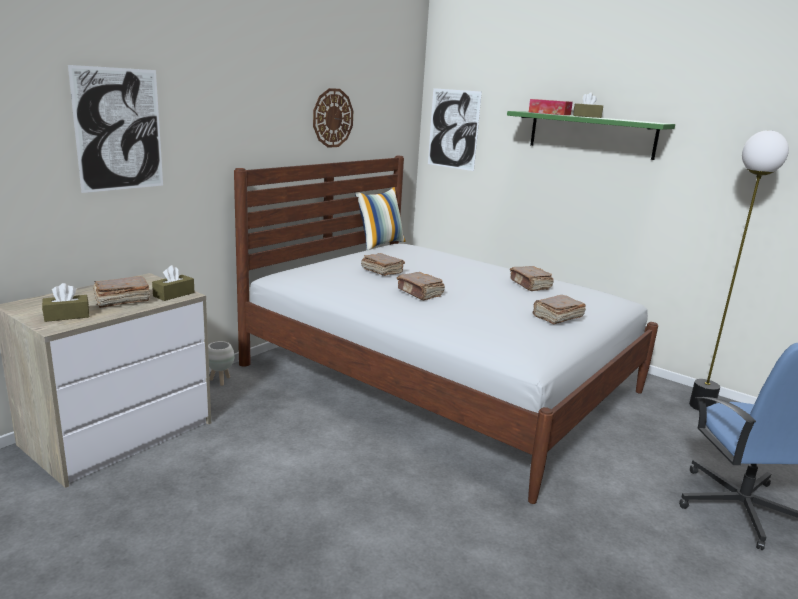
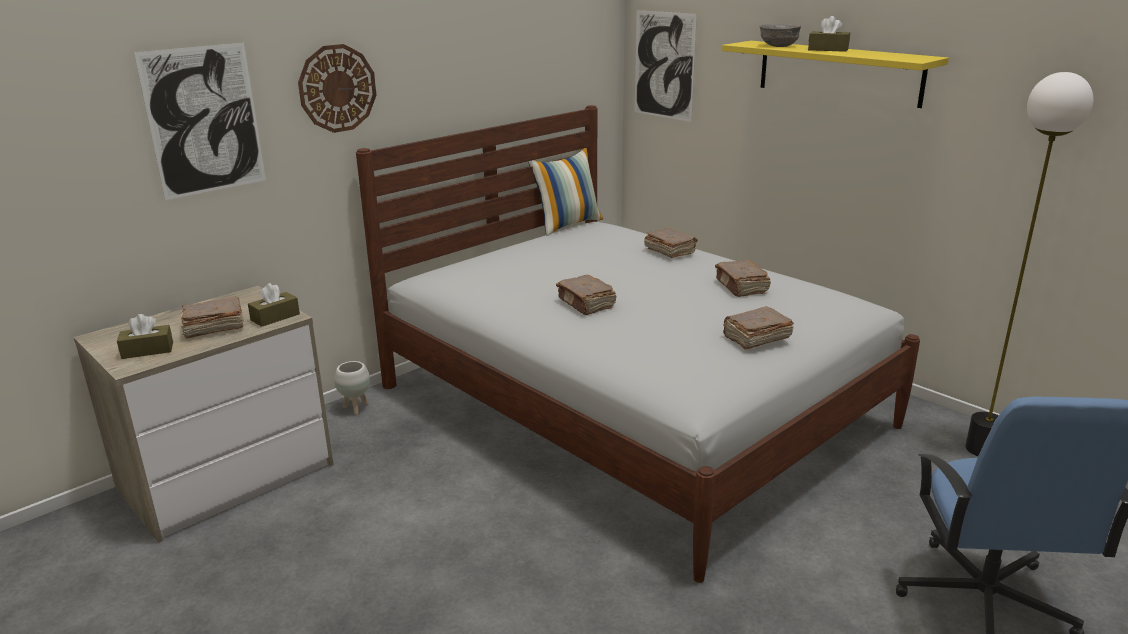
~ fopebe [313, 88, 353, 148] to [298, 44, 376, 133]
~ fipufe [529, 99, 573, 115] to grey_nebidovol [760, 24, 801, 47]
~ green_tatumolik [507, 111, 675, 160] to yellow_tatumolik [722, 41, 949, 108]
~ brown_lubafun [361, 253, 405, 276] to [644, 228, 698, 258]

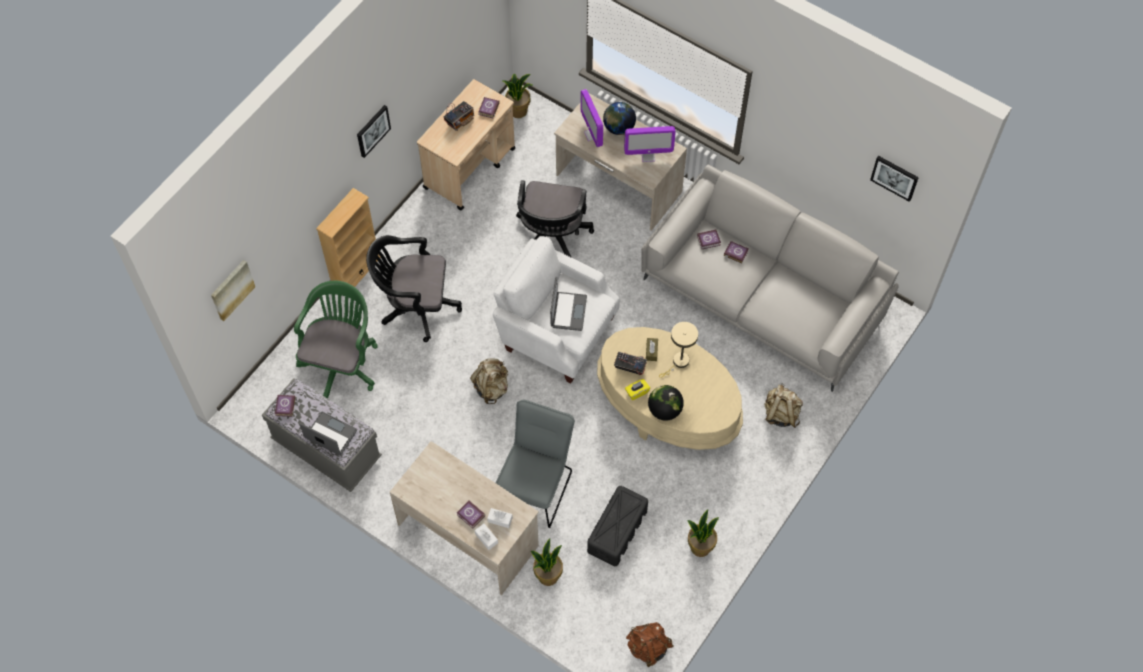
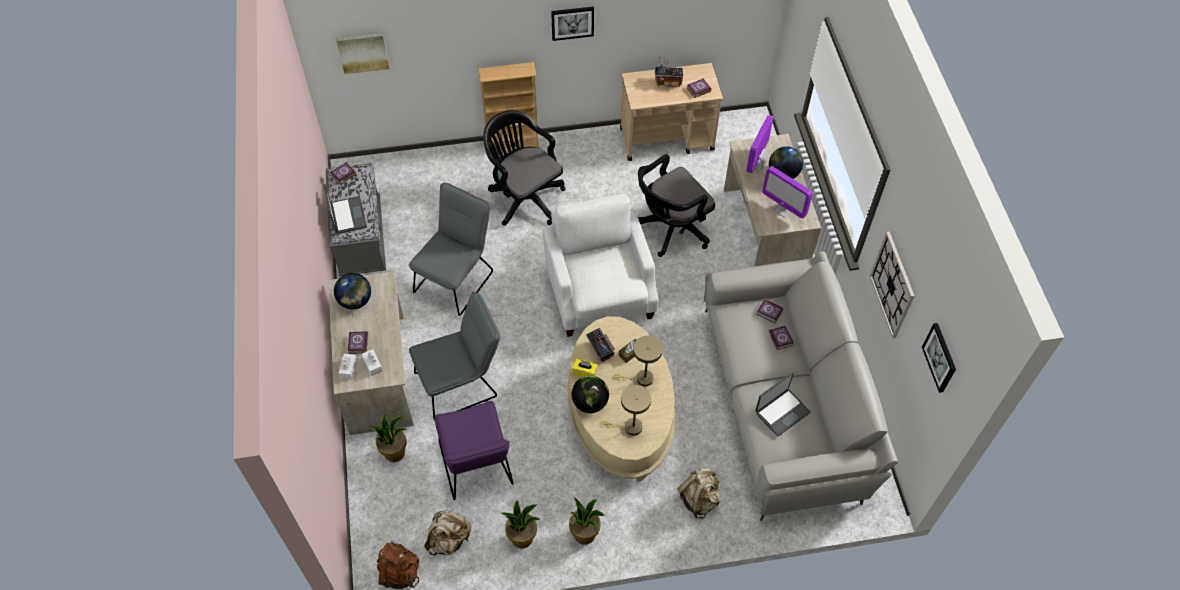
~ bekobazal [502, 74, 534, 118] to [569, 497, 605, 545]
~ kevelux [550, 277, 587, 331] to [755, 372, 811, 436]
- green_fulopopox [294, 280, 378, 399]
~ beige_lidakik [470, 358, 508, 404] to [425, 509, 471, 556]
~ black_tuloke [587, 486, 648, 566] to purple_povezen [434, 401, 514, 500]
+ grey_povezen [409, 183, 493, 316]
+ fopebe [870, 231, 915, 338]
+ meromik [334, 273, 371, 309]
+ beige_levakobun [602, 385, 651, 436]

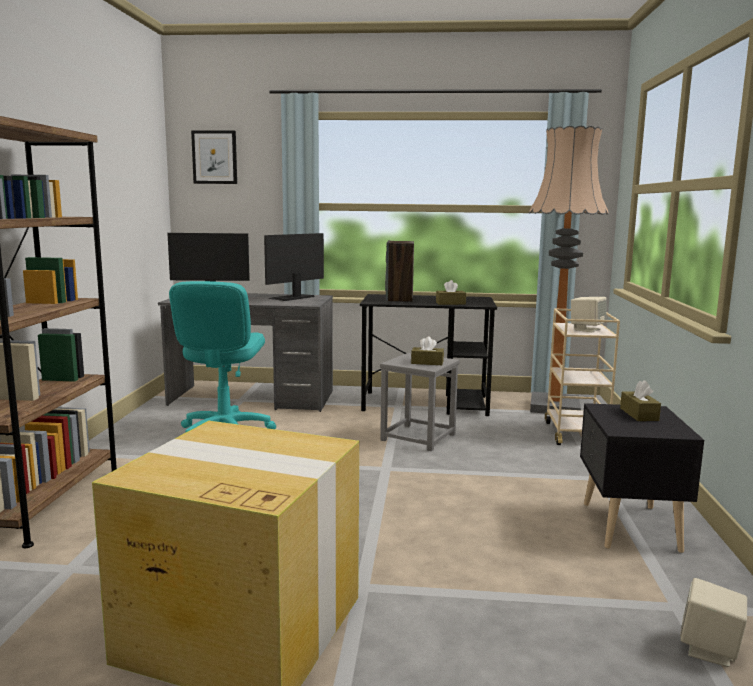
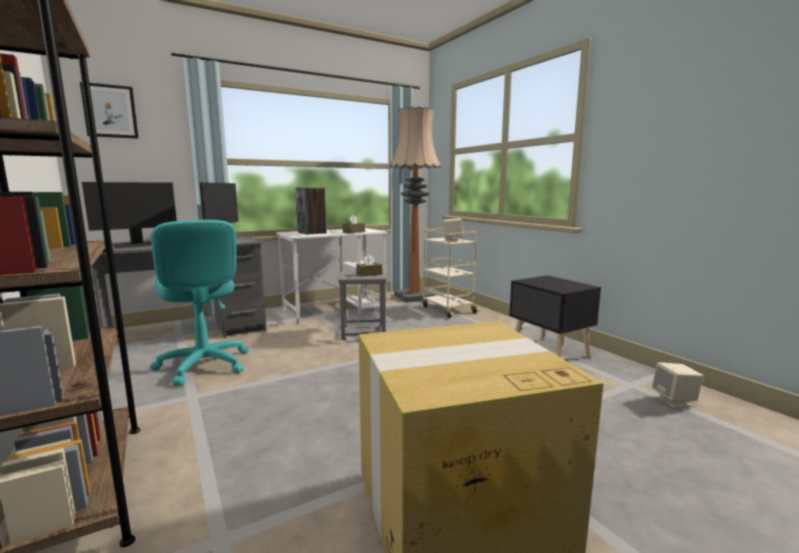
~ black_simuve [360, 294, 497, 416] to white_simuve [276, 228, 388, 324]
- brown_fipufe [620, 380, 661, 421]

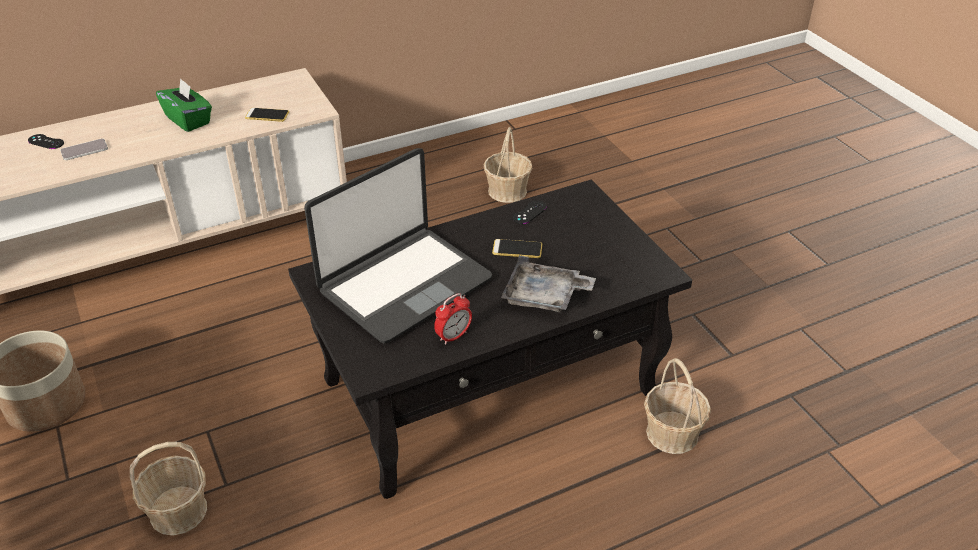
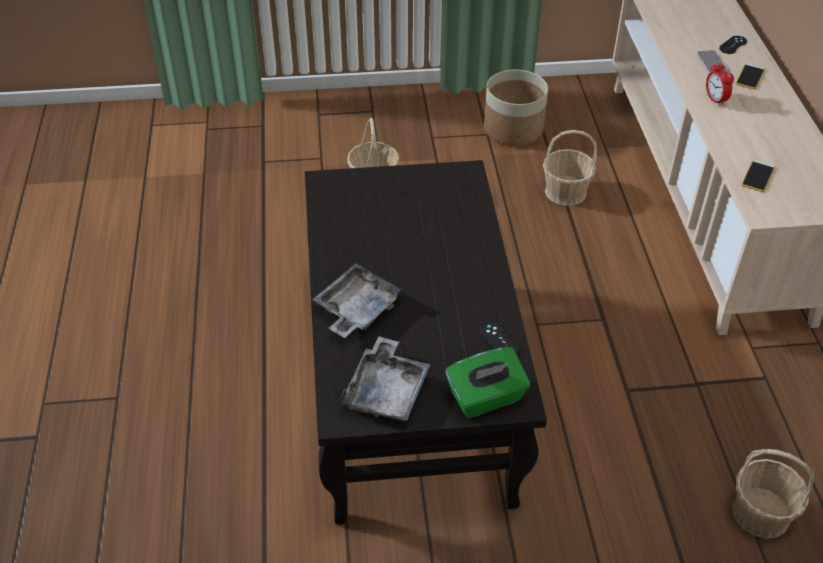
~ green_fipufe [156, 78, 212, 132] to [445, 347, 530, 418]
- kevelux [304, 148, 492, 344]
~ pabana [492, 239, 542, 258] to [736, 63, 765, 89]
~ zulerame [434, 293, 472, 345] to [706, 61, 734, 106]
~ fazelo [644, 358, 711, 454] to [543, 130, 597, 206]
+ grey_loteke [340, 336, 430, 421]

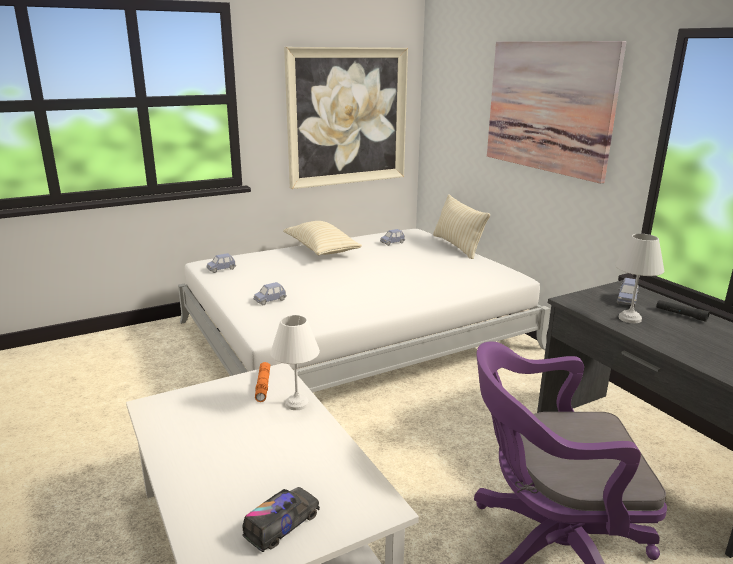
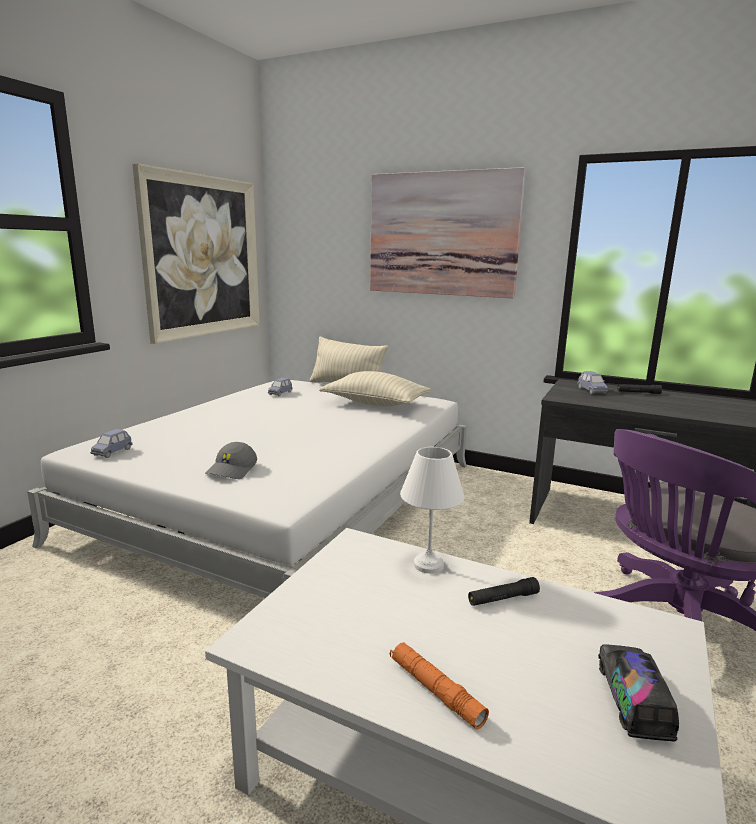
~ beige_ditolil [283, 221, 362, 255] to [319, 371, 431, 407]
- white_levakobun [615, 234, 664, 323]
~ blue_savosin [253, 282, 287, 305] to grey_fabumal [206, 442, 257, 479]
~ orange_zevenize [255, 362, 270, 402] to [390, 642, 489, 730]
+ black_zevenize [468, 577, 540, 606]

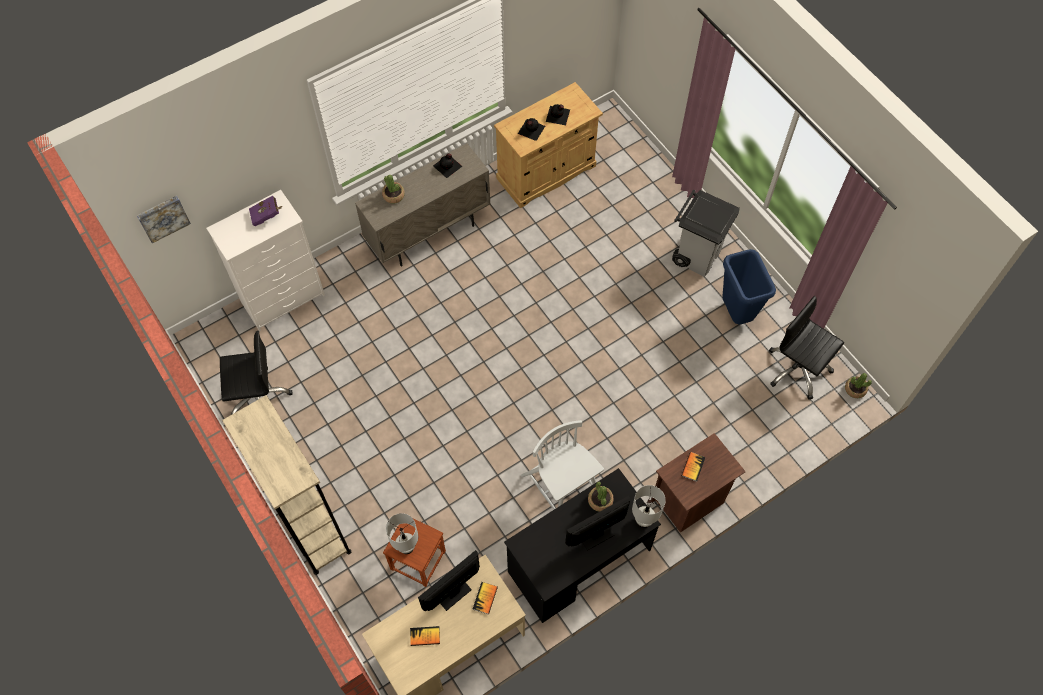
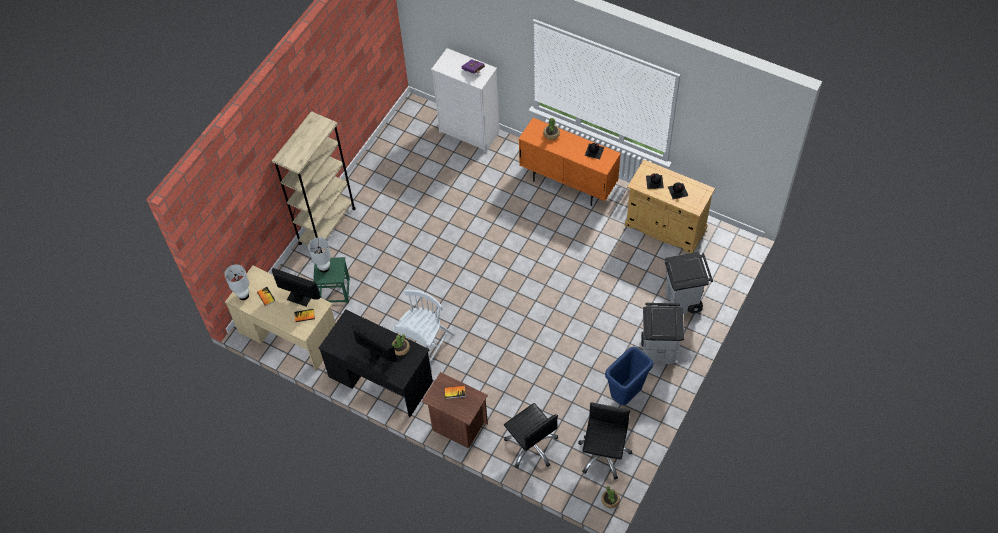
~ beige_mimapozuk [355, 143, 491, 266] to orange_mimapozuk [519, 118, 621, 206]
- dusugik [137, 196, 191, 244]
~ black_fulopopox [220, 331, 293, 415] to [504, 403, 558, 468]
~ white_levakobun [632, 485, 666, 528] to [224, 264, 249, 300]
~ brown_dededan [383, 518, 446, 587] to green_dededan [313, 257, 350, 303]
+ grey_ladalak [665, 252, 713, 314]

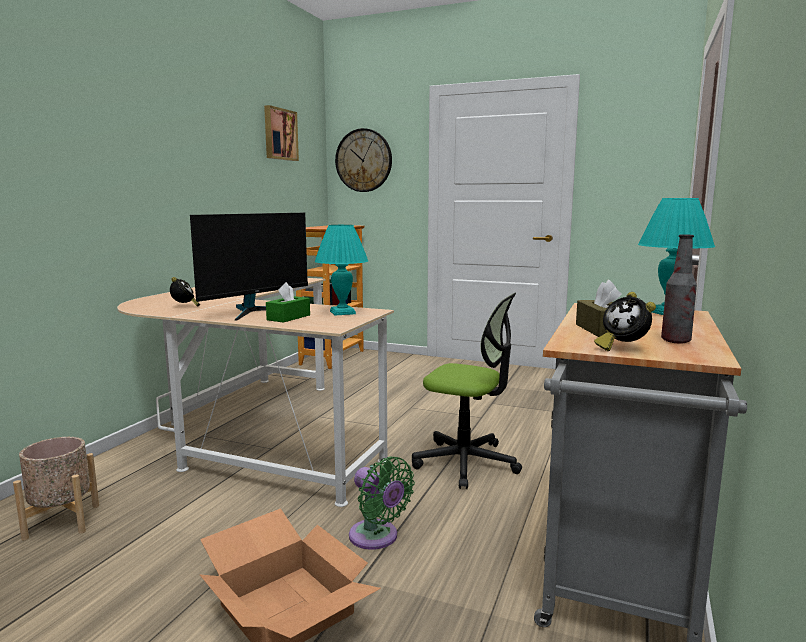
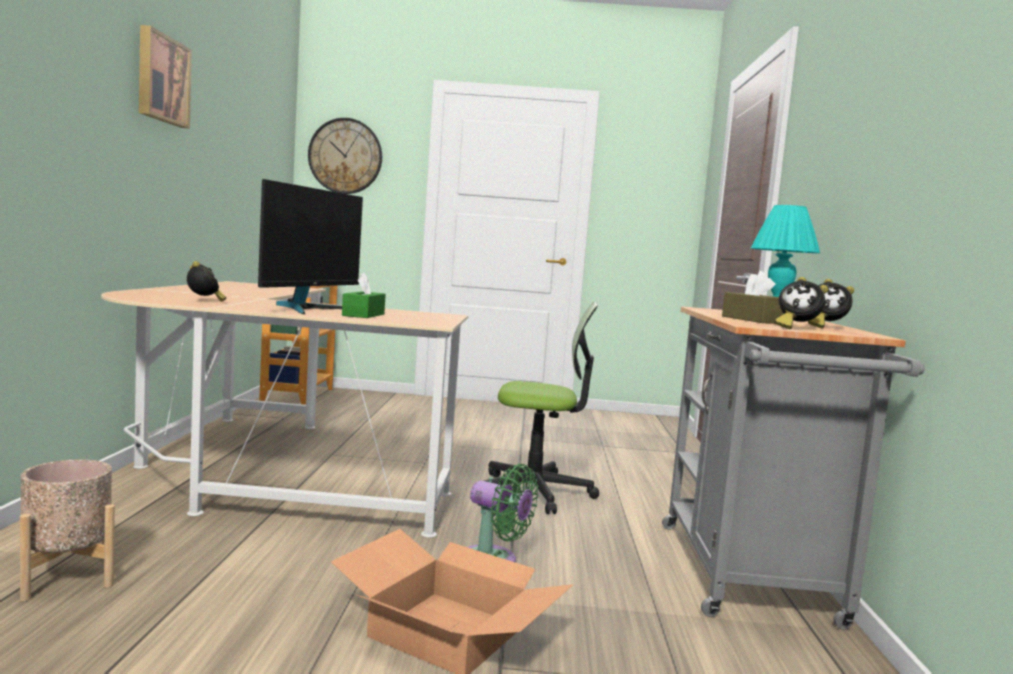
~ dusugik [264, 105, 299, 161] to [139, 25, 192, 129]
- turquoise_levakobun [315, 225, 368, 316]
~ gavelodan [661, 234, 697, 343] to zulerame [808, 279, 854, 328]

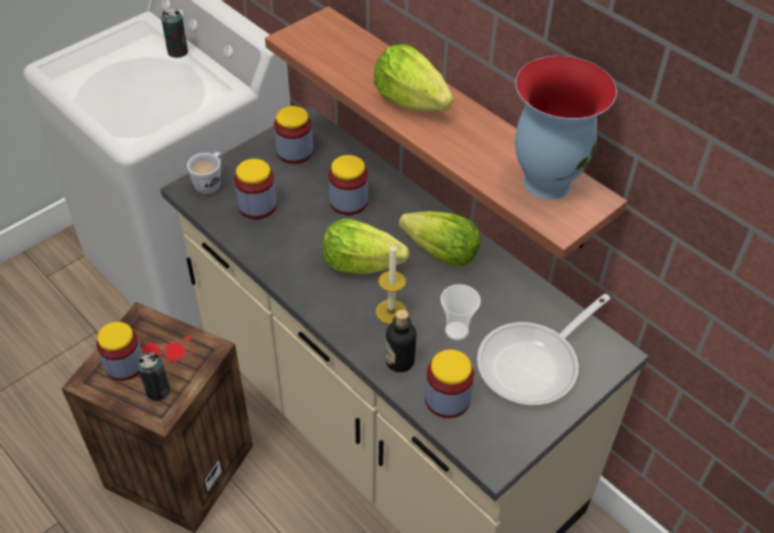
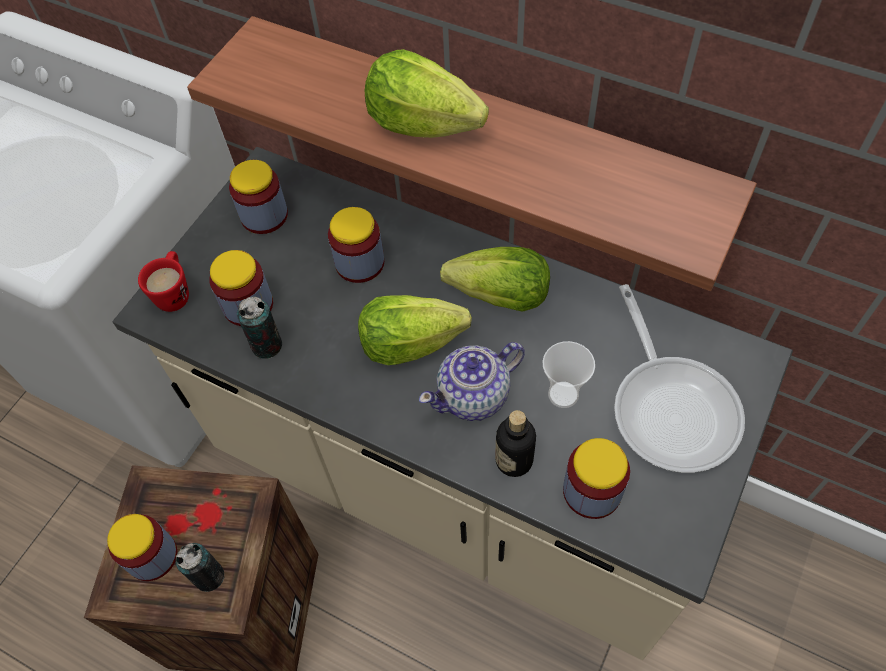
~ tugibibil [161, 8, 188, 58] to [237, 297, 282, 359]
- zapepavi [515, 56, 617, 200]
~ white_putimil [187, 152, 222, 194] to red_putimil [138, 251, 189, 312]
~ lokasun [376, 243, 407, 324] to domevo [419, 342, 525, 421]
~ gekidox [477, 294, 611, 405] = [614, 284, 745, 473] 45 degrees counterclockwise

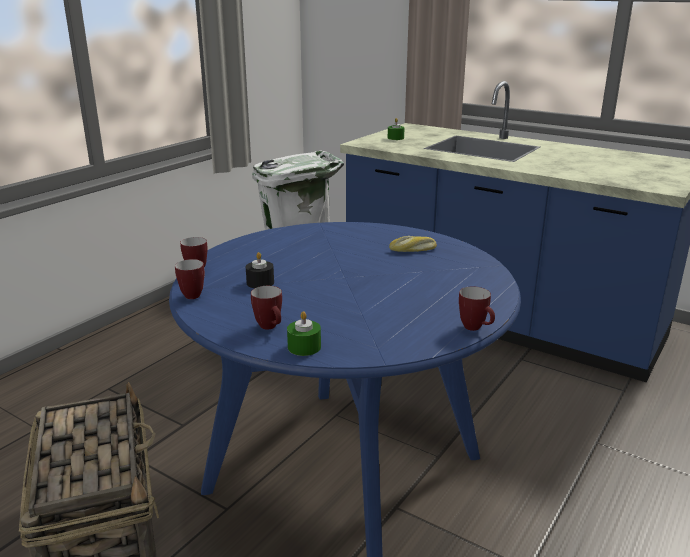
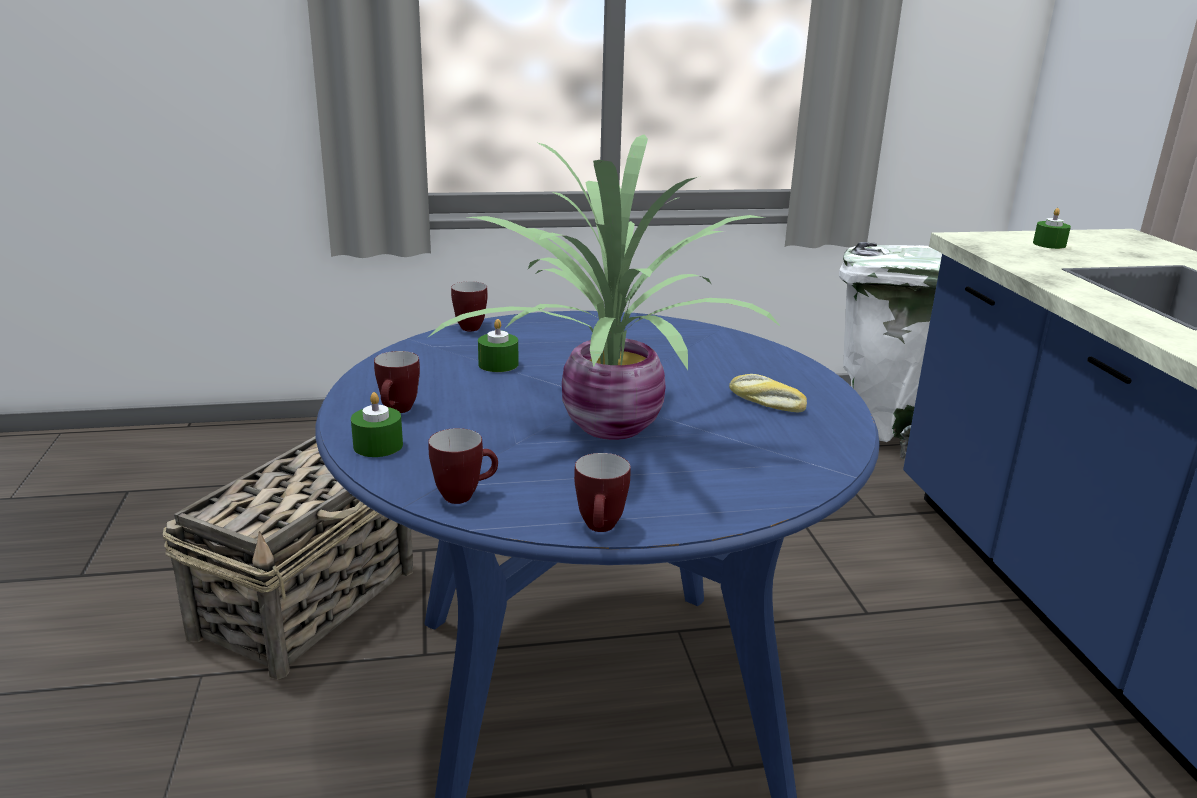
~ black_lokasun [246, 252, 274, 288] to green_lokasun [478, 319, 519, 372]
~ putimil [175, 259, 205, 299] to [428, 428, 498, 504]
+ bekobazal [430, 134, 781, 440]

